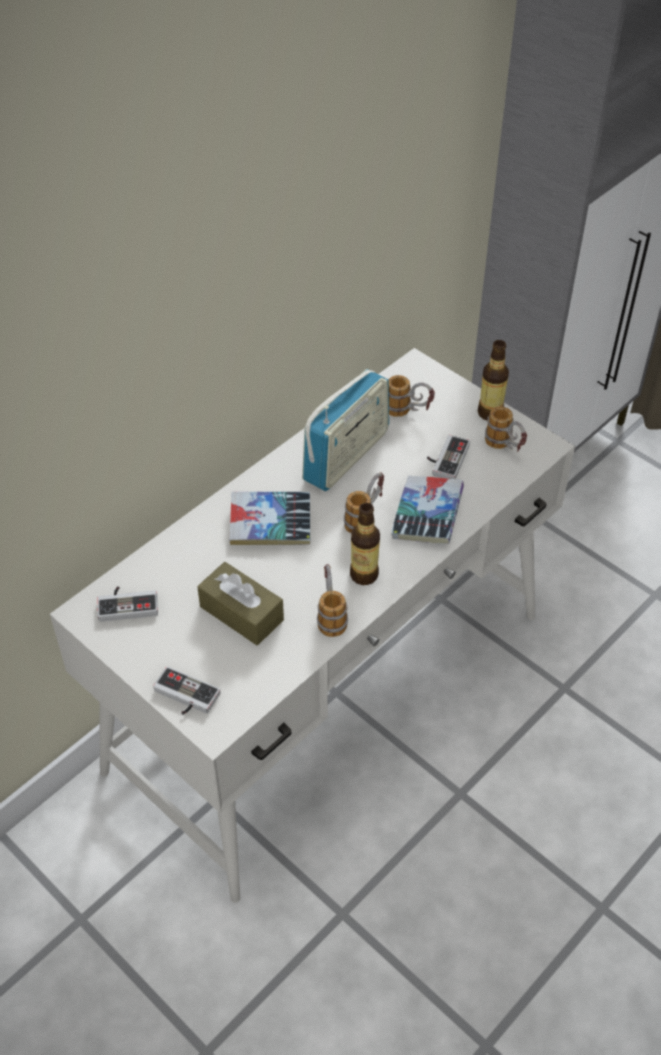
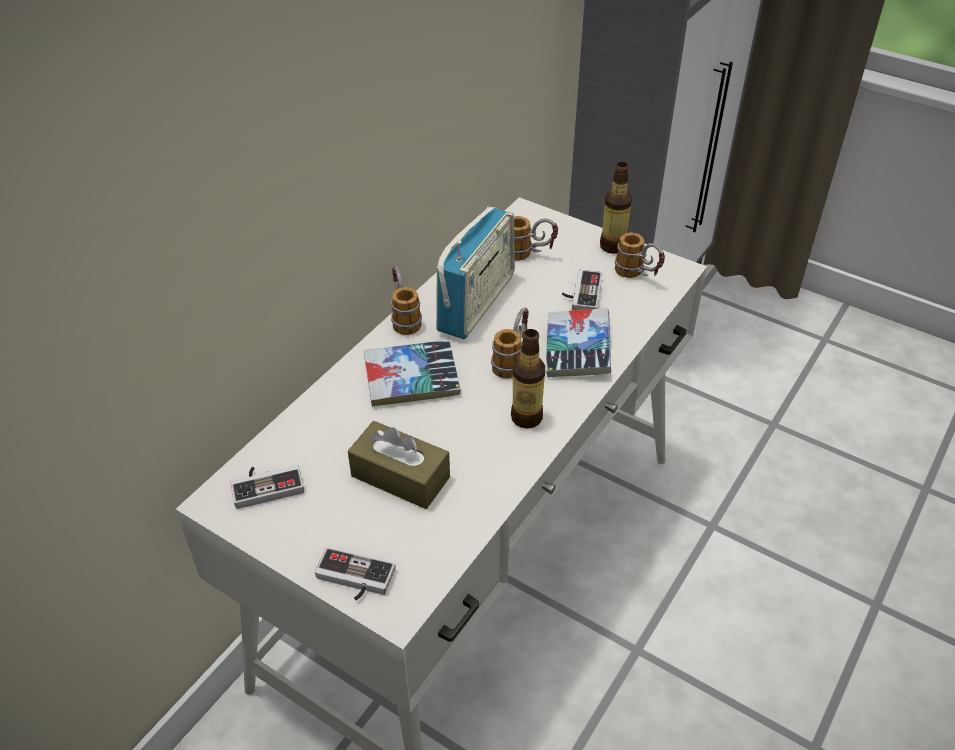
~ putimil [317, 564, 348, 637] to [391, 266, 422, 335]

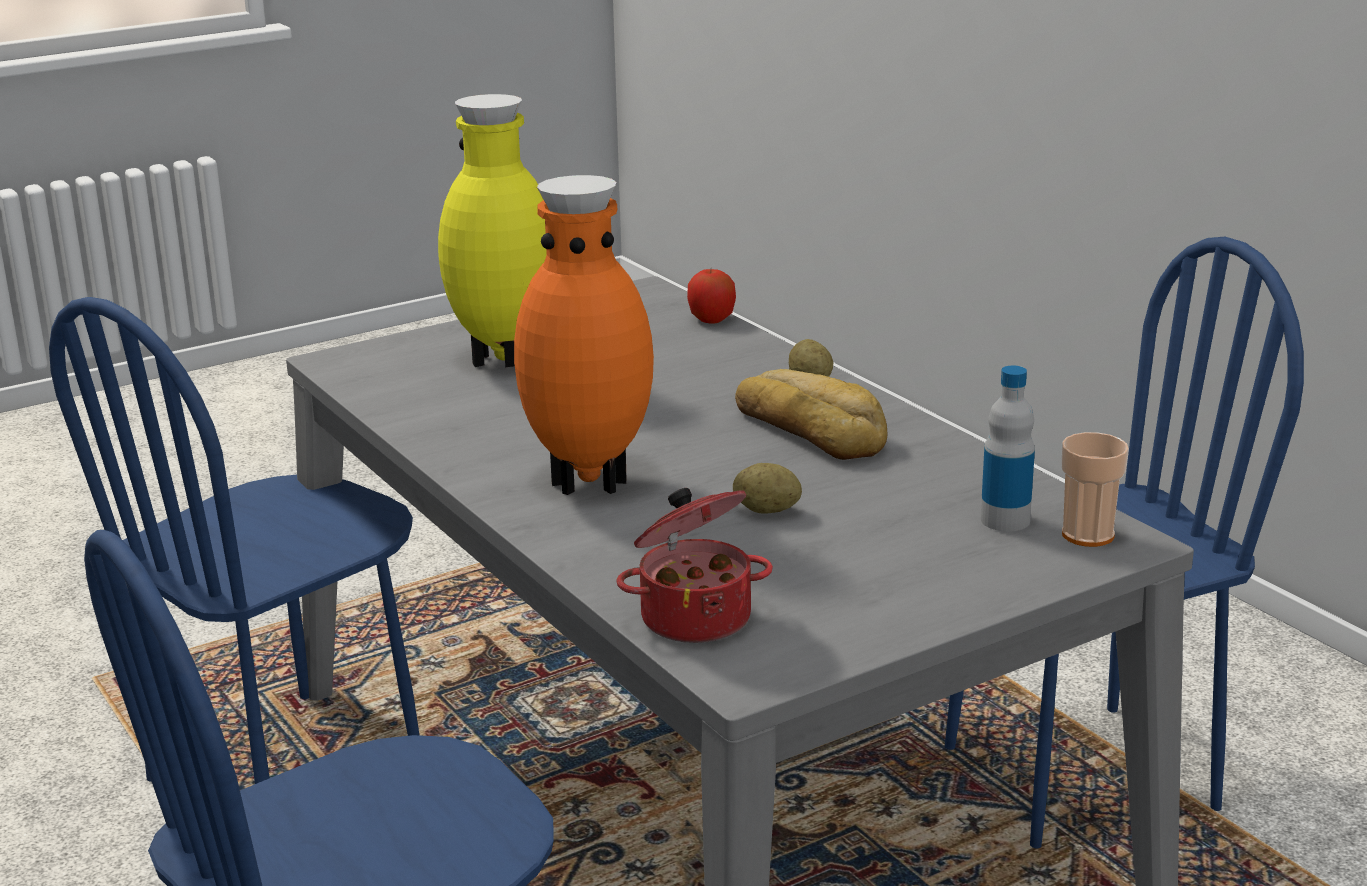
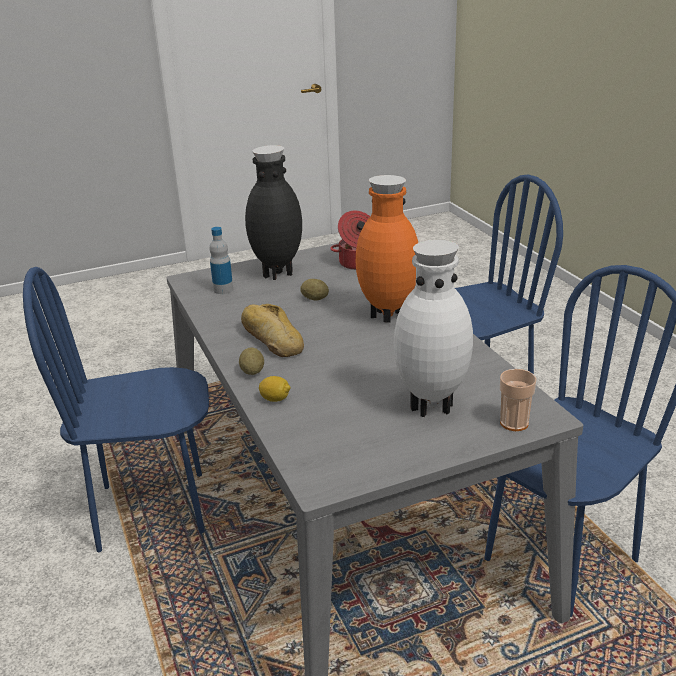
~ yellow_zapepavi [438, 94, 547, 367] to white_zapepavi [394, 240, 473, 417]
- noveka [687, 269, 736, 324]
~ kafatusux [1061, 432, 1129, 547] to [500, 369, 537, 431]
+ black_zapepavi [245, 145, 302, 280]
+ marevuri [259, 376, 291, 402]

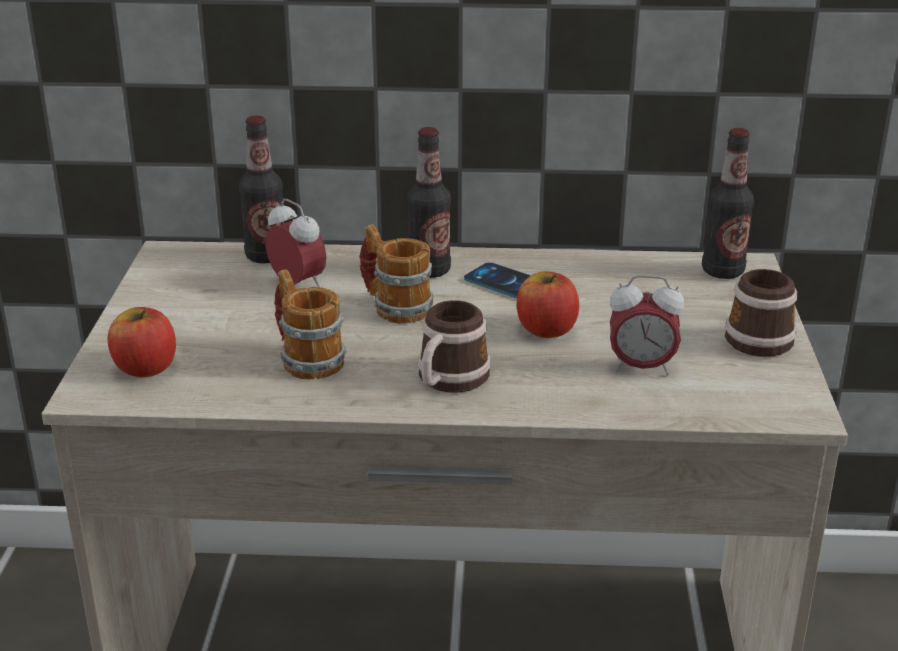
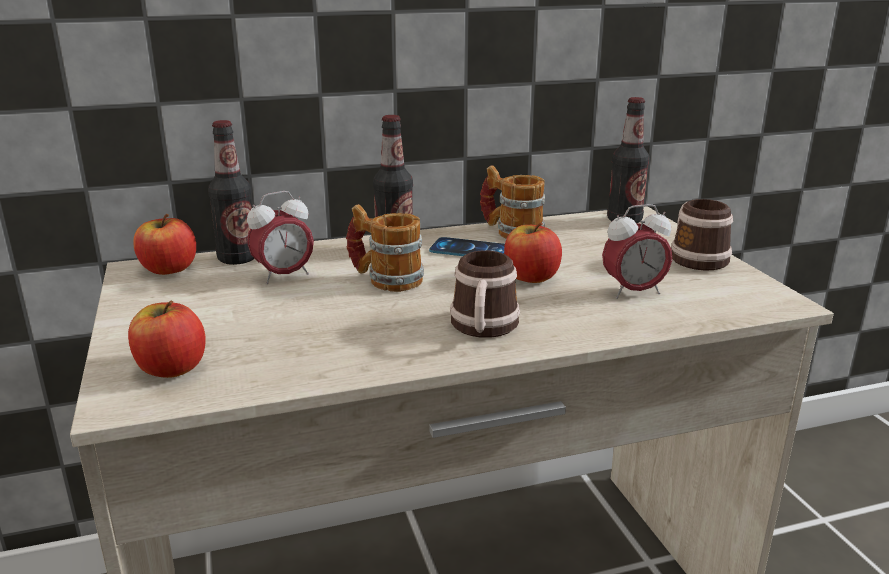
~ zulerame [265, 199, 326, 287] = [247, 191, 314, 284] 120 degrees clockwise
~ putimil [274, 269, 347, 379] to [480, 165, 545, 239]
+ noveka [133, 214, 196, 275]

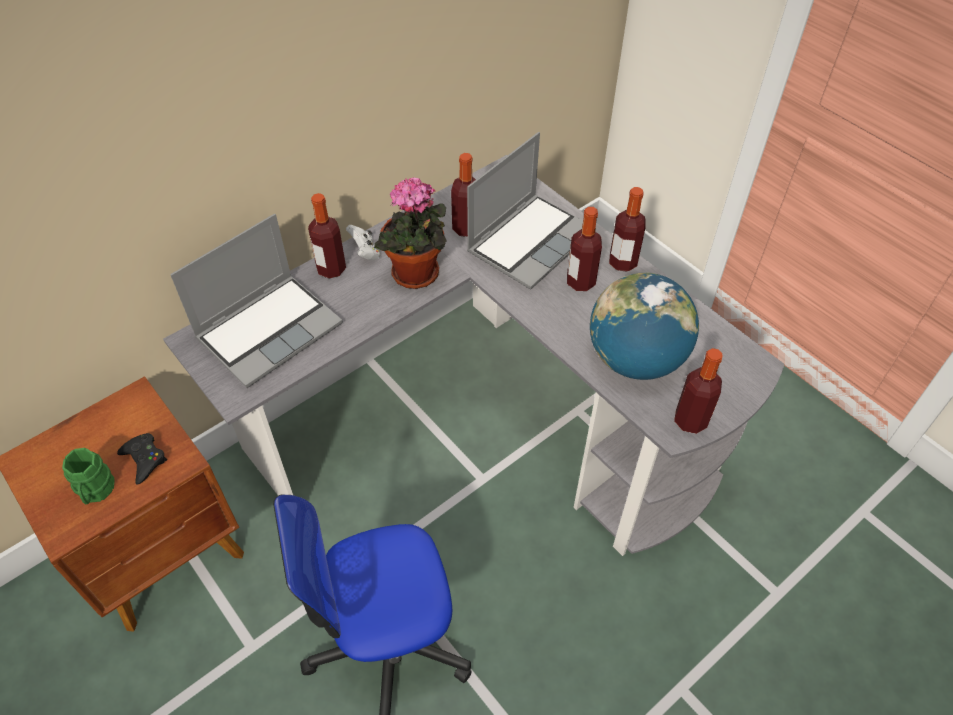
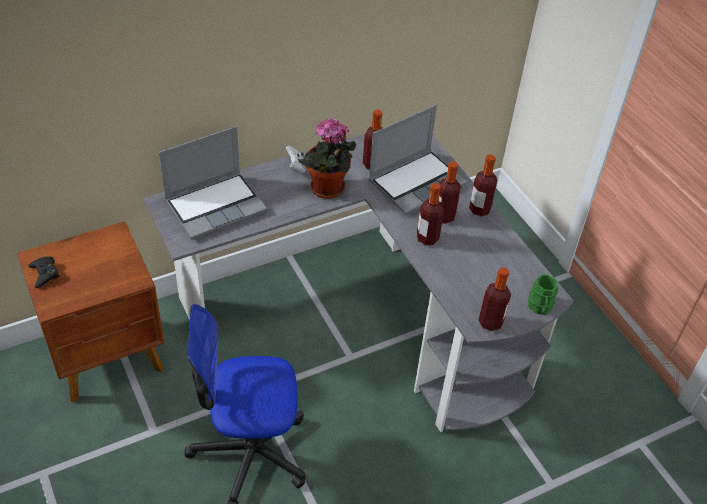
~ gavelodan [308, 193, 346, 278] to [417, 183, 444, 245]
- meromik [590, 273, 699, 380]
~ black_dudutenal [117, 433, 167, 485] to [28, 256, 60, 288]
~ green_putimil [62, 448, 115, 504] to [528, 274, 558, 315]

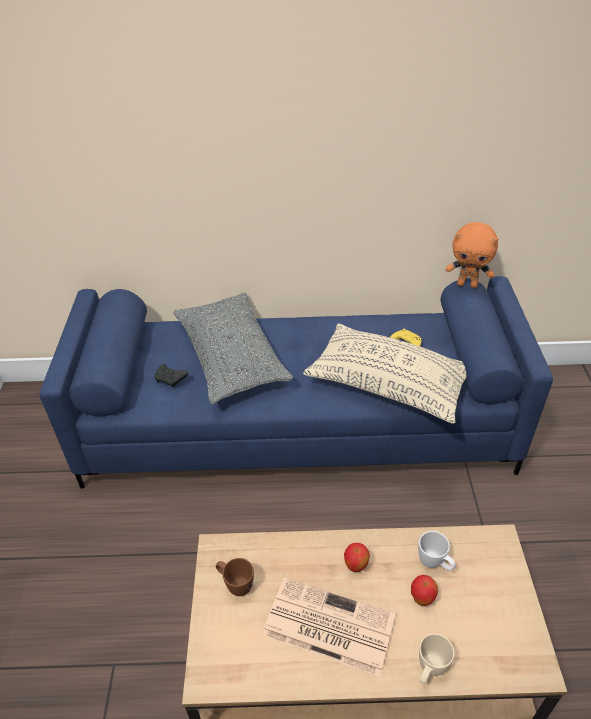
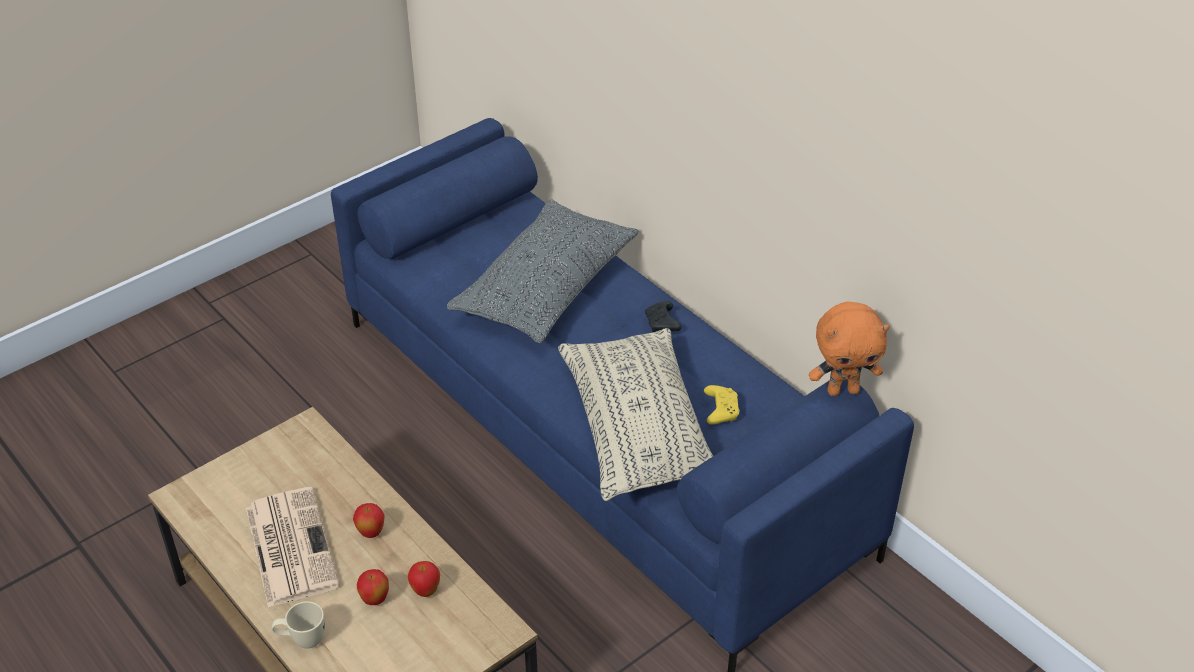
~ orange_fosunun [446, 222, 498, 288] = [809, 302, 890, 396] 75 degrees counterclockwise
~ black_dudutenal [155, 364, 188, 387] to [645, 301, 681, 332]
~ white_putimil [419, 531, 456, 571] to noveka [408, 561, 440, 597]
- brown_putimil [216, 558, 254, 596]

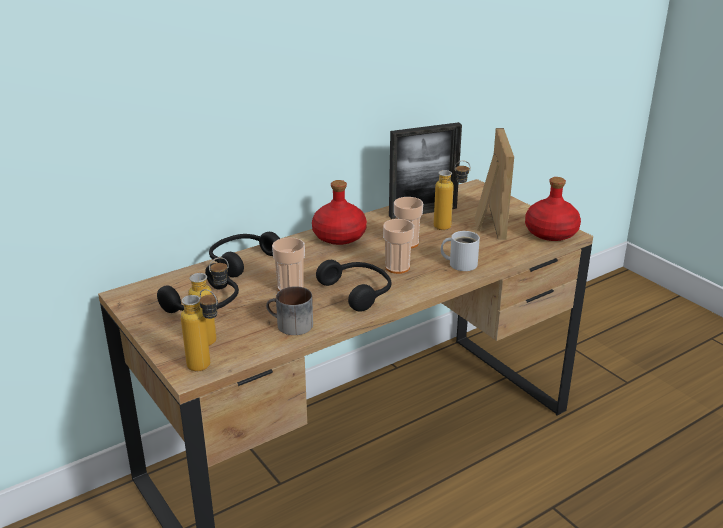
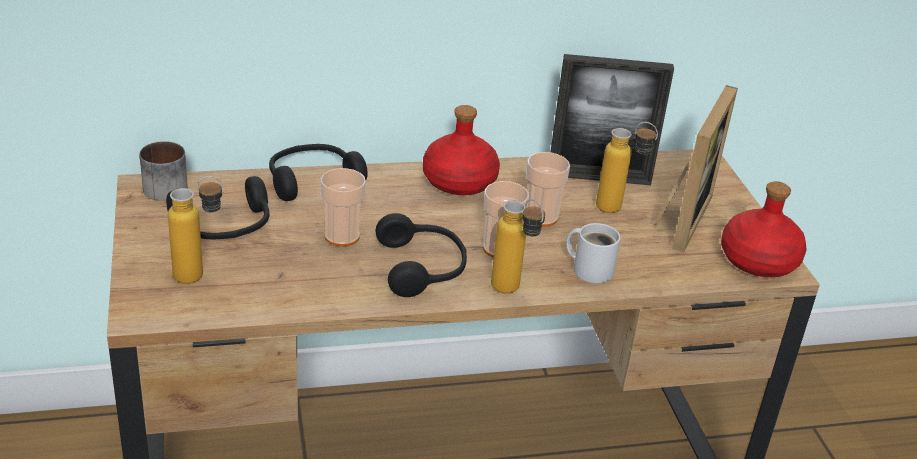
~ putimil [266, 286, 313, 335] to [139, 141, 188, 201]
~ gavelodan [181, 289, 218, 371] to [491, 199, 545, 294]

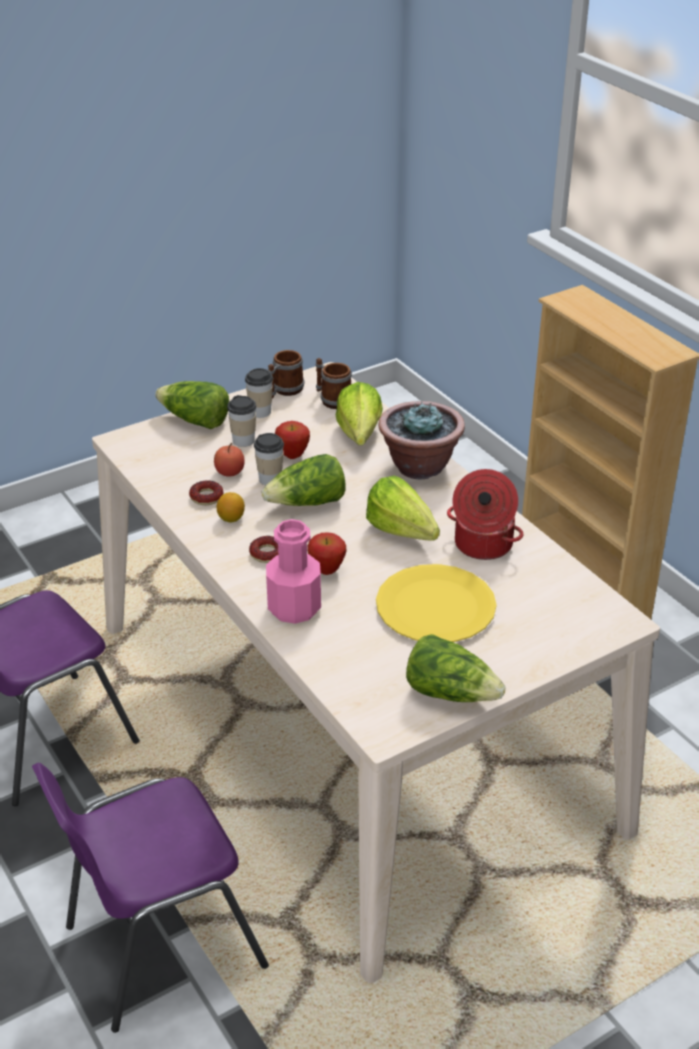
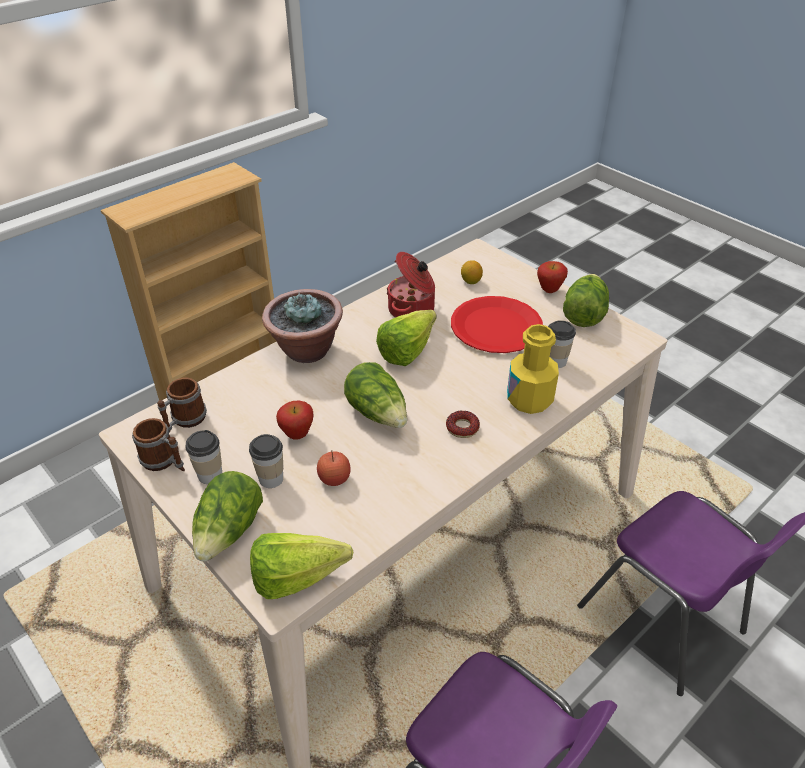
~ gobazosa [336, 382, 383, 445] to [250, 533, 354, 599]
~ kafatusux [254, 433, 284, 485] to [548, 320, 576, 368]
- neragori [189, 480, 223, 505]
~ marevuri [217, 492, 245, 523] to [461, 260, 483, 284]
~ pink_gavelodan [266, 519, 321, 624] to yellow_gavelodan [507, 324, 559, 414]
~ noveka [307, 532, 346, 575] to [537, 261, 568, 293]
~ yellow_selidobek [376, 564, 497, 642] to red_selidobek [451, 296, 543, 353]

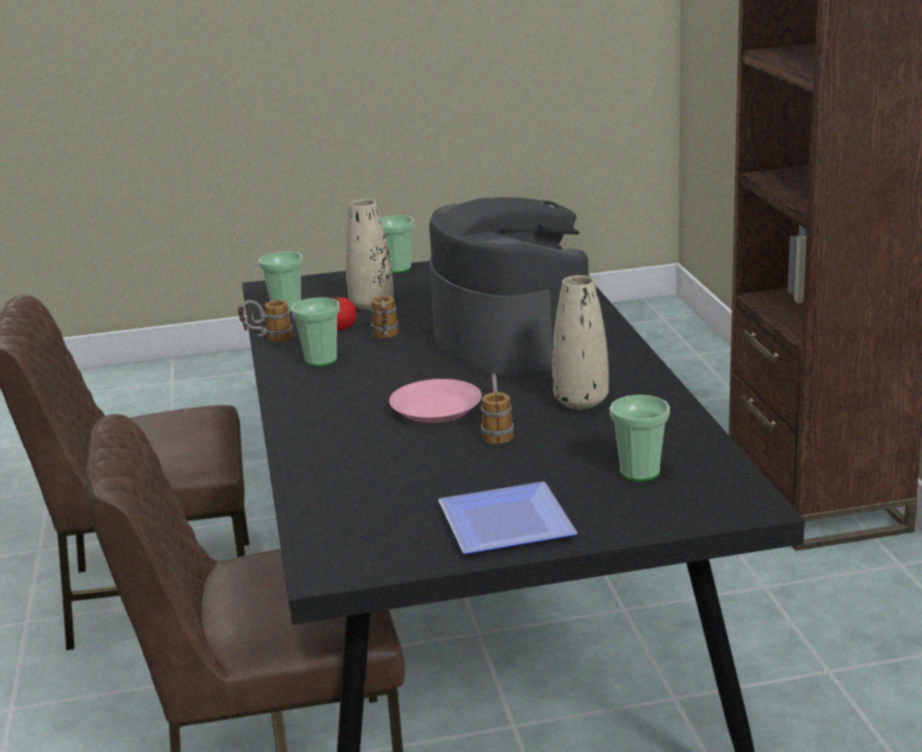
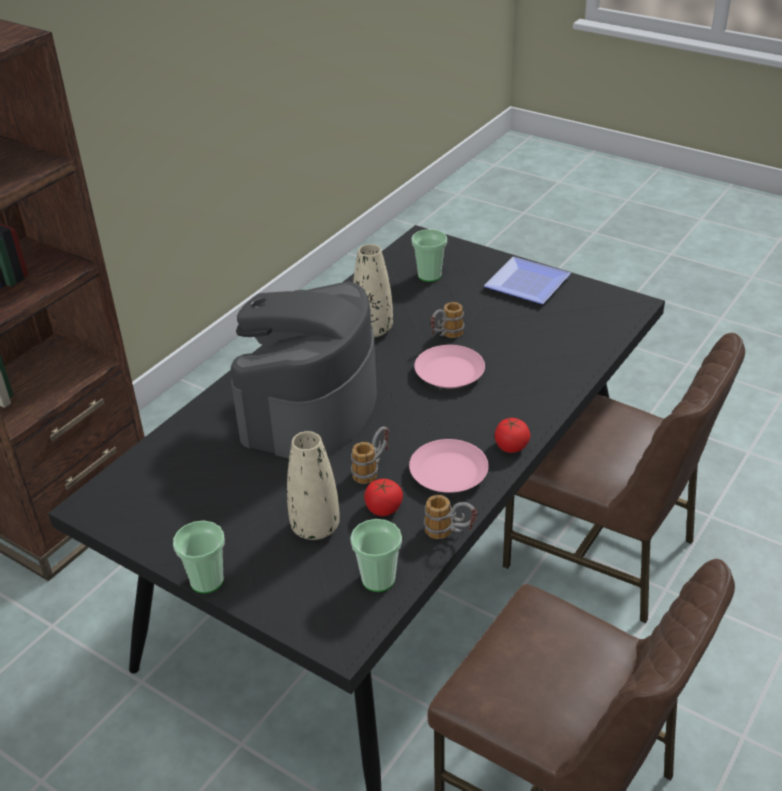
~ kafatusux [291, 297, 340, 366] to pink_selidobek [409, 439, 489, 493]
+ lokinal [495, 418, 530, 453]

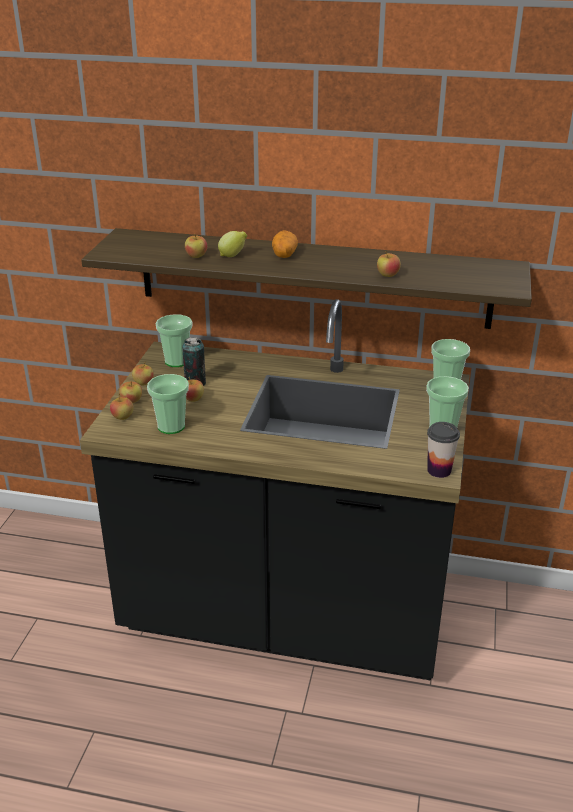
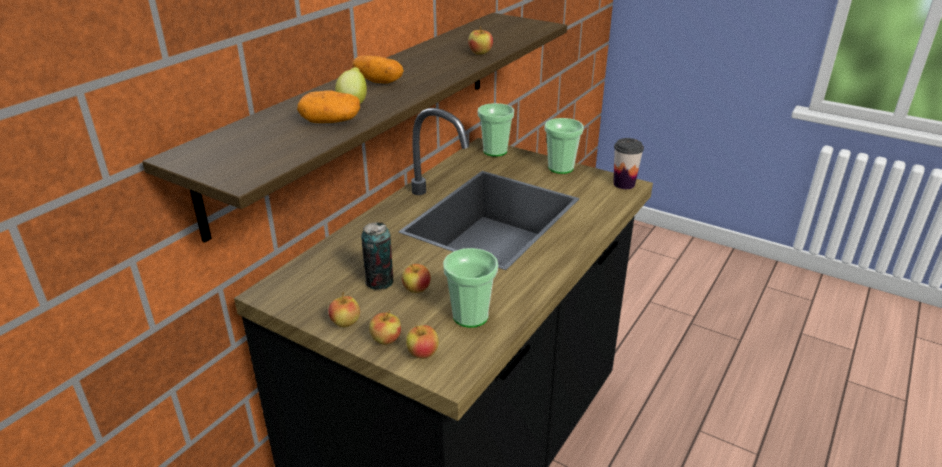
~ noveka [185, 234, 207, 258] to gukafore [297, 91, 360, 123]
- kafatusux [156, 314, 193, 367]

